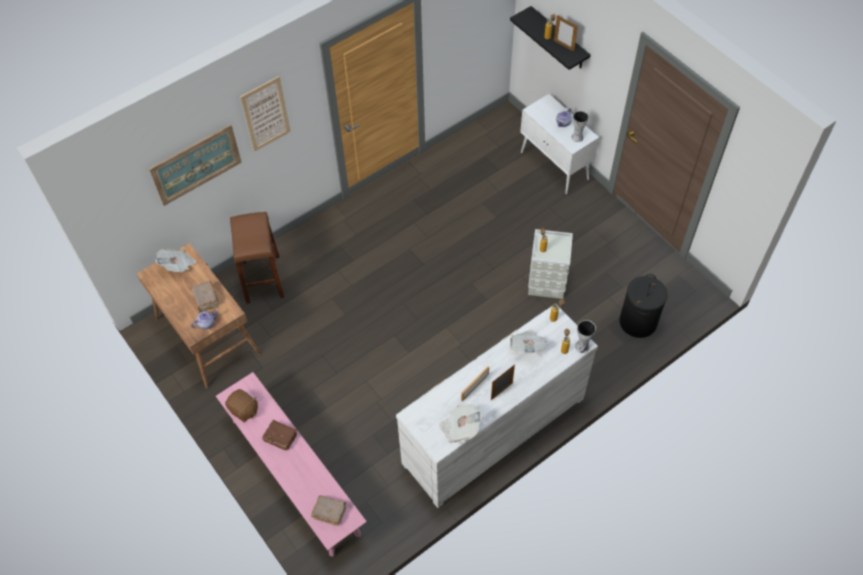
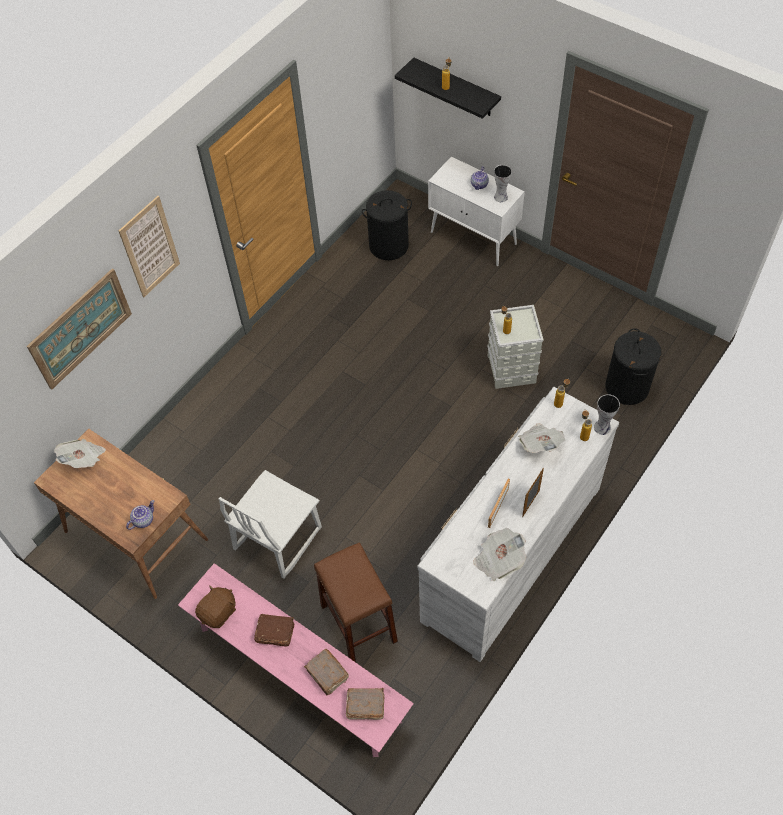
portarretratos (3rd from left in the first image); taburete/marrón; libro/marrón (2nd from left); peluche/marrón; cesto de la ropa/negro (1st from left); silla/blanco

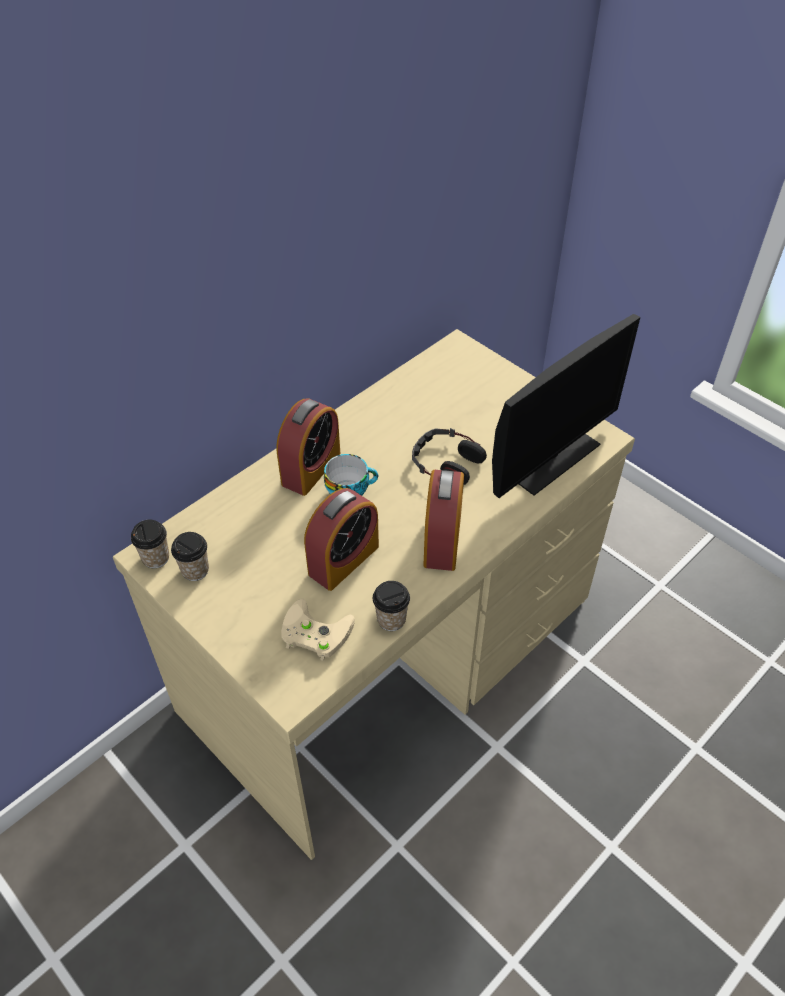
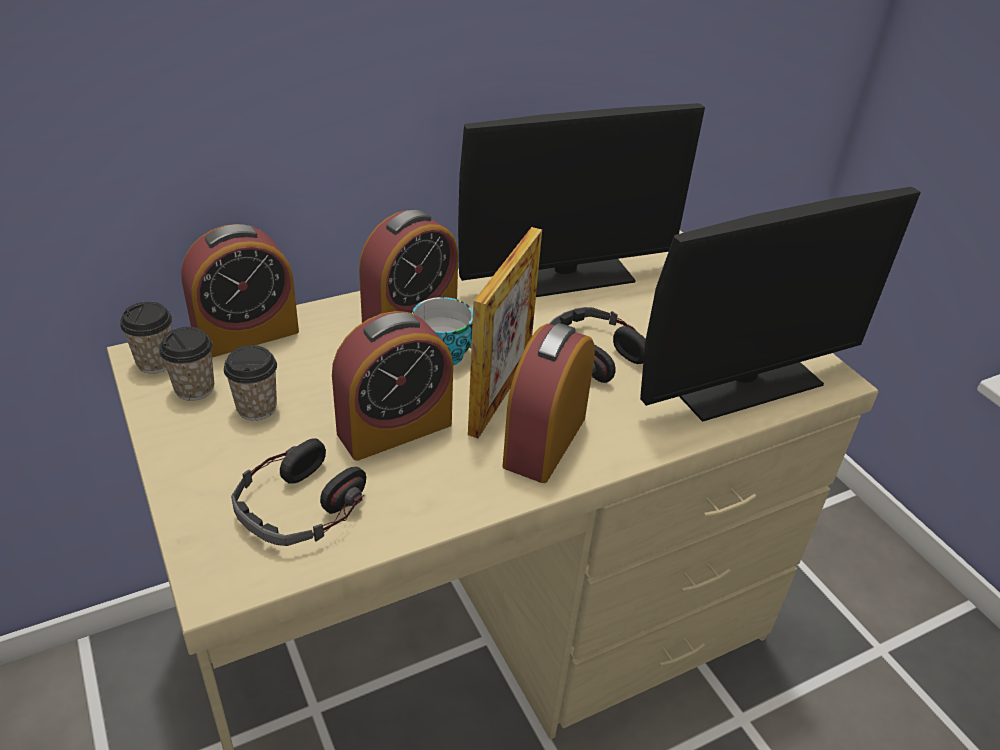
taza (3rd from left); auriculares (1st from left); monitor (1st from left); despertador (1st from left); portarretratos

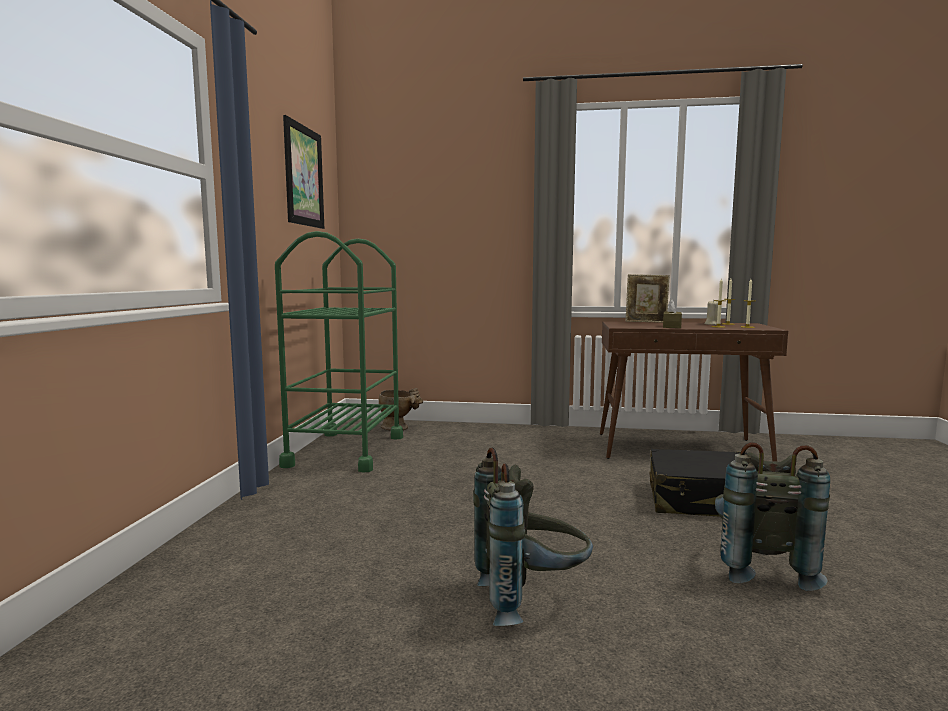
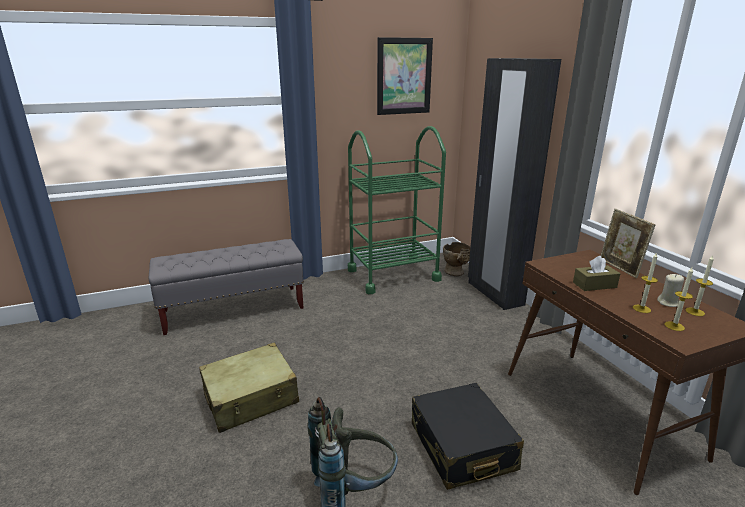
maleta/beis; armario ropero/negro; banco/gris

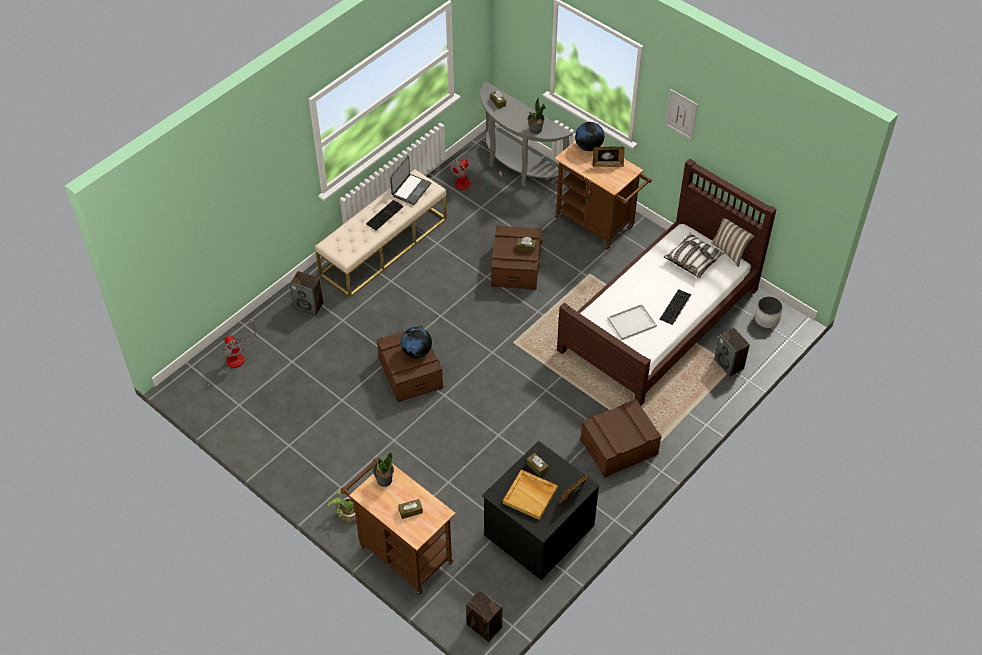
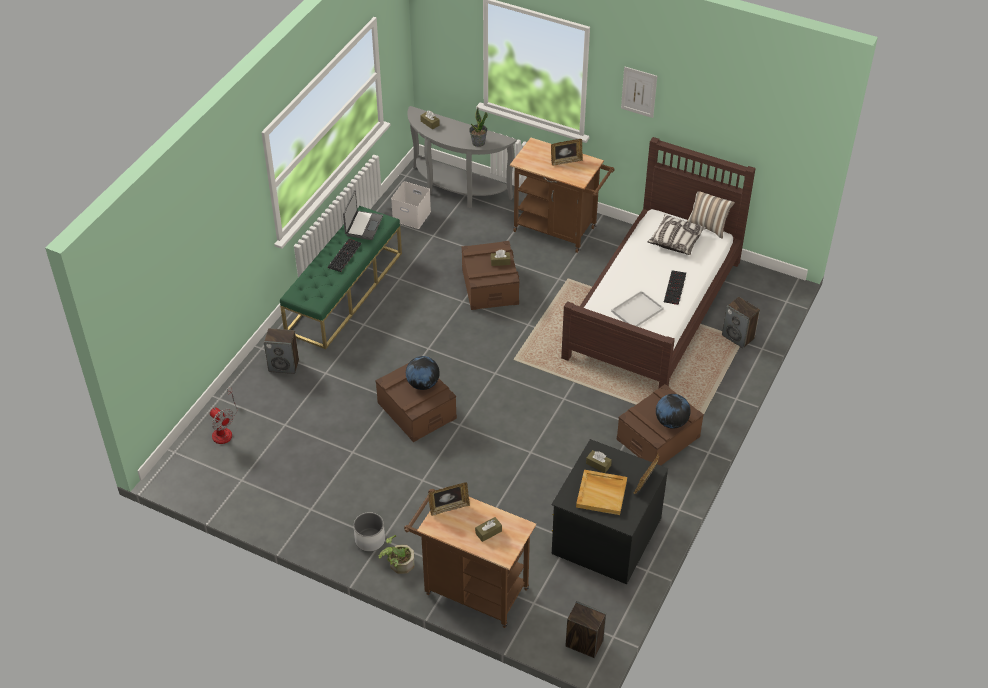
globo terráqueo (2nd from left); caja de almacenaje/blanco; banco/verde; maceta/blanco; portarretratos (1st from left)

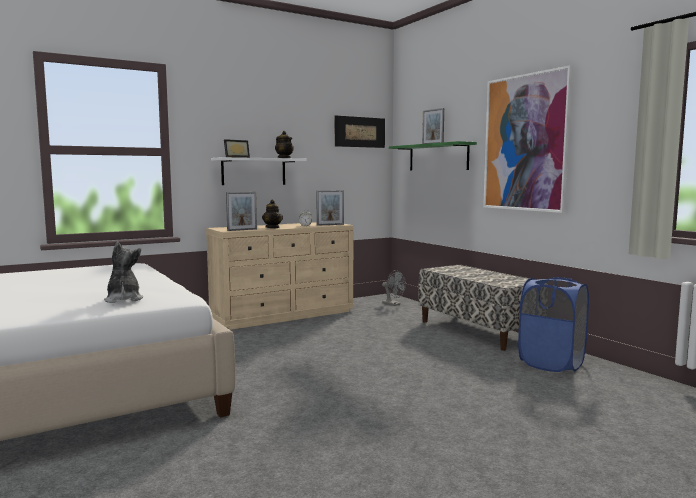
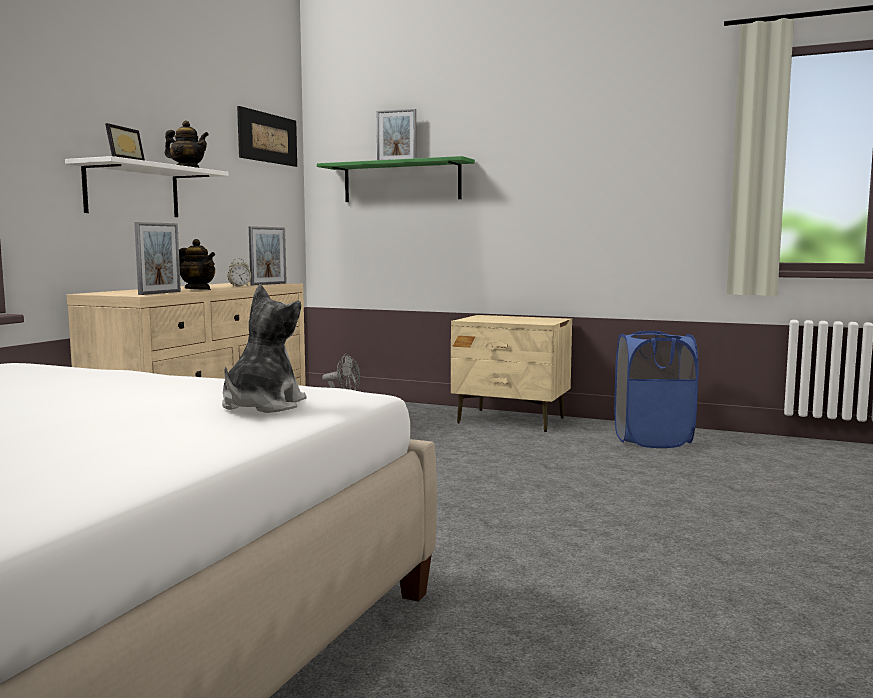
cuadro (2nd from left in the first image); peluche; mesita de noche/beis

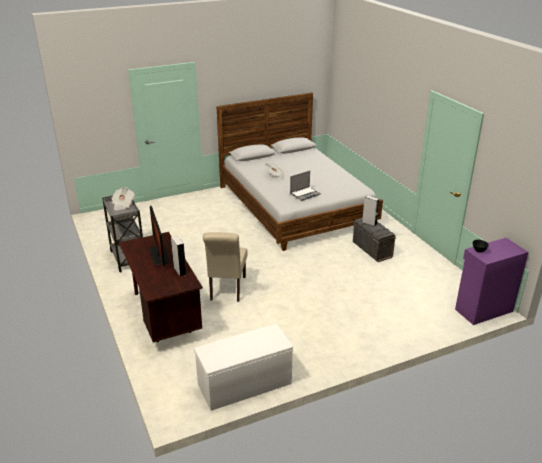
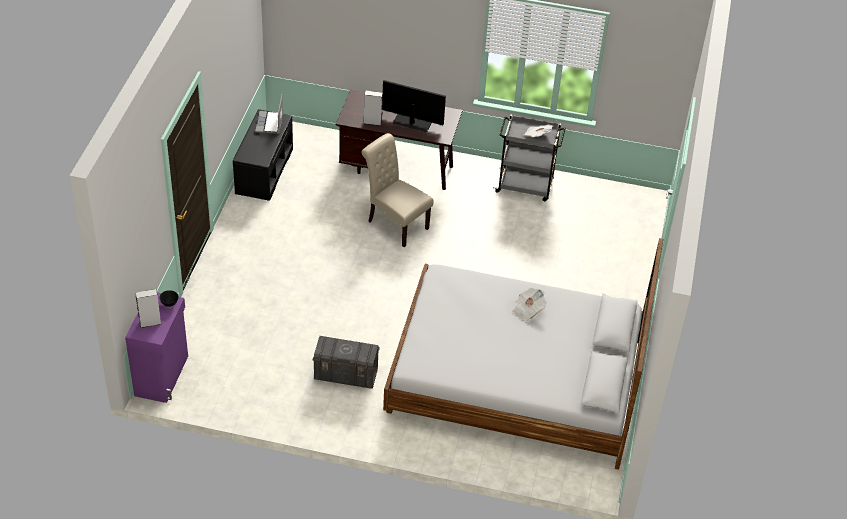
portátil; altavoz/gris (1st from left); banco/negro

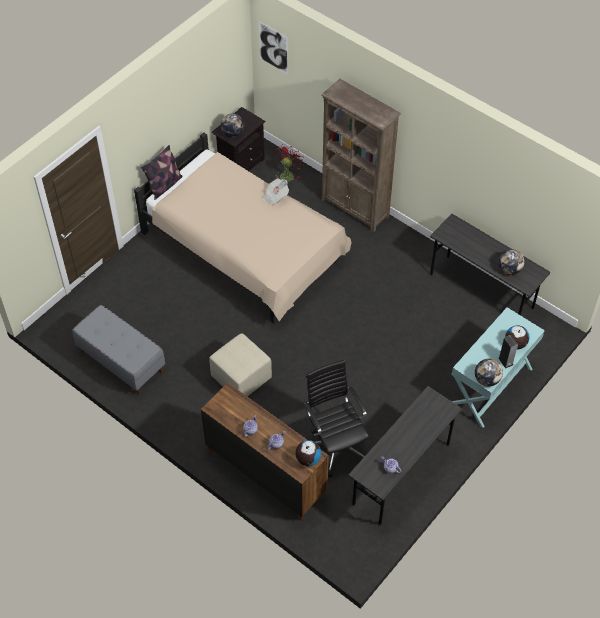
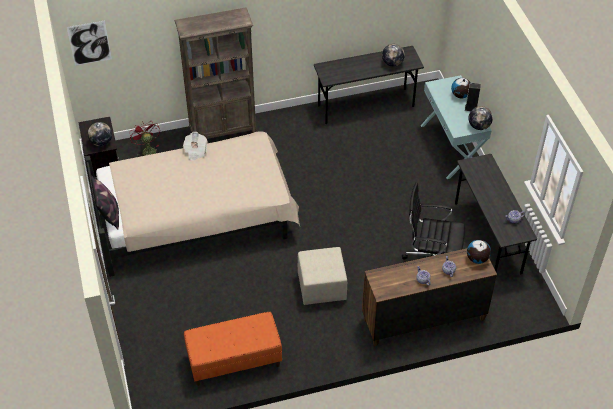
banco/naranja

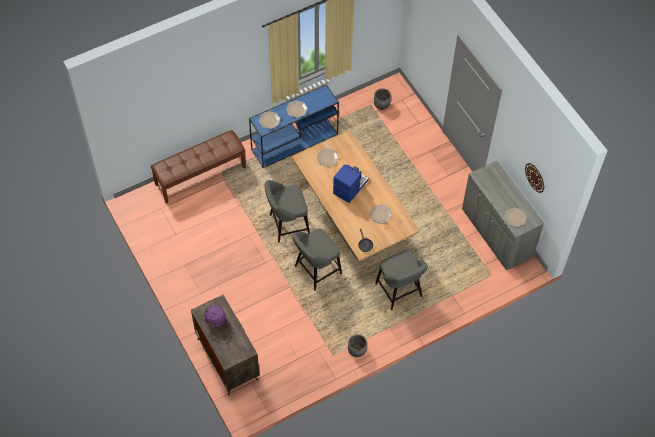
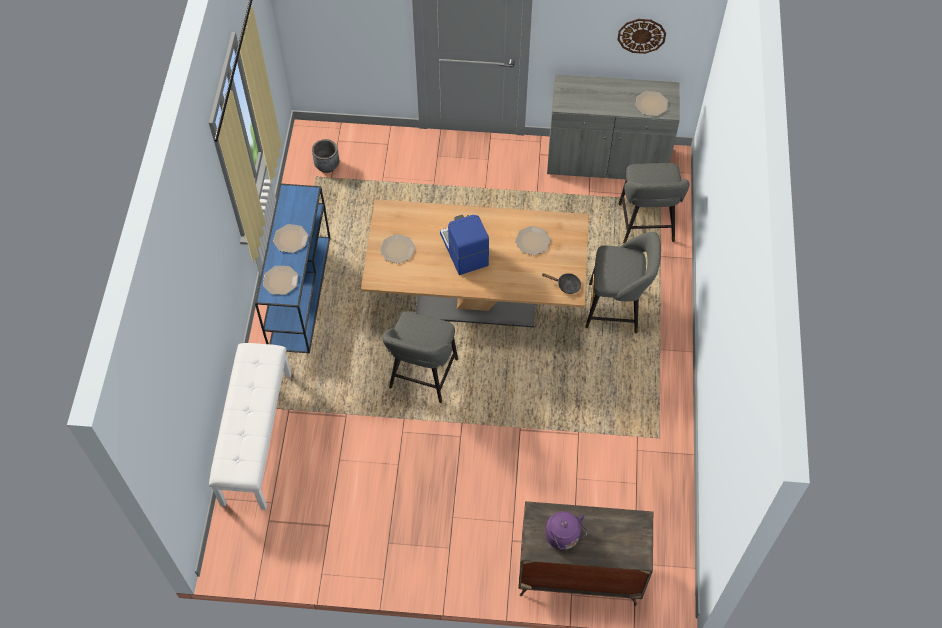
banco/blanco; taburete/gris (3rd from left); maceta/gris (1st from left in the first image)

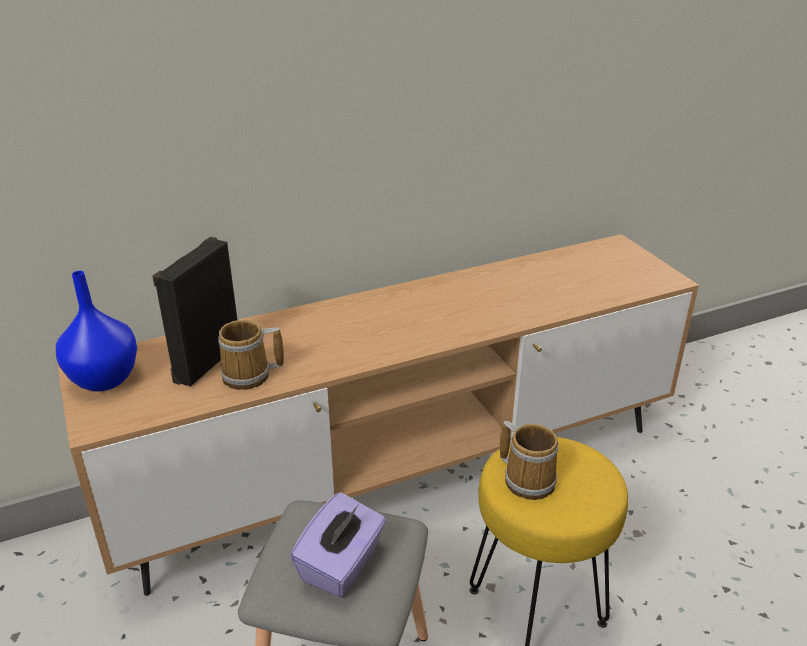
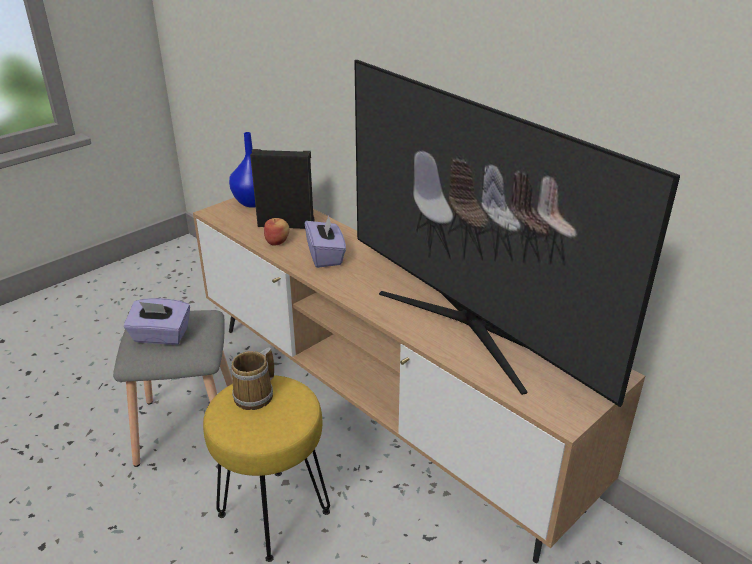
manzana; televisor; caja de pañuelos/morado (2nd from left)

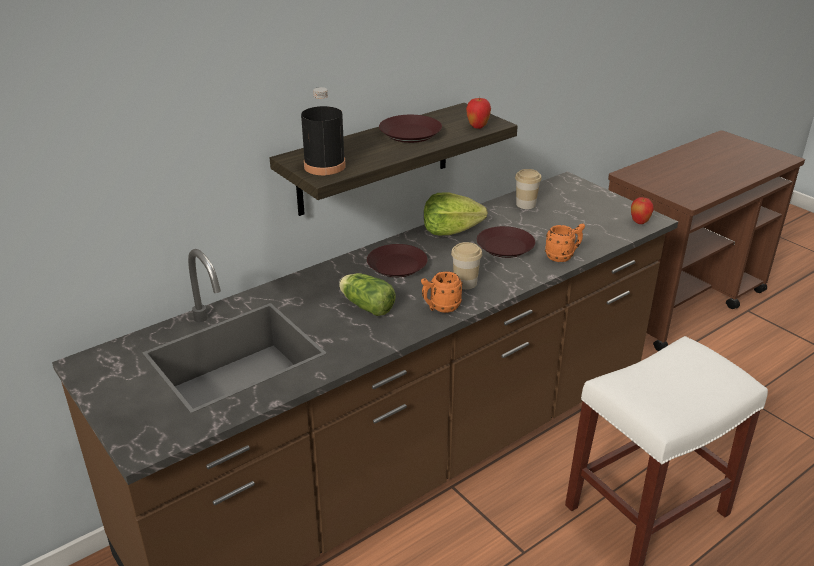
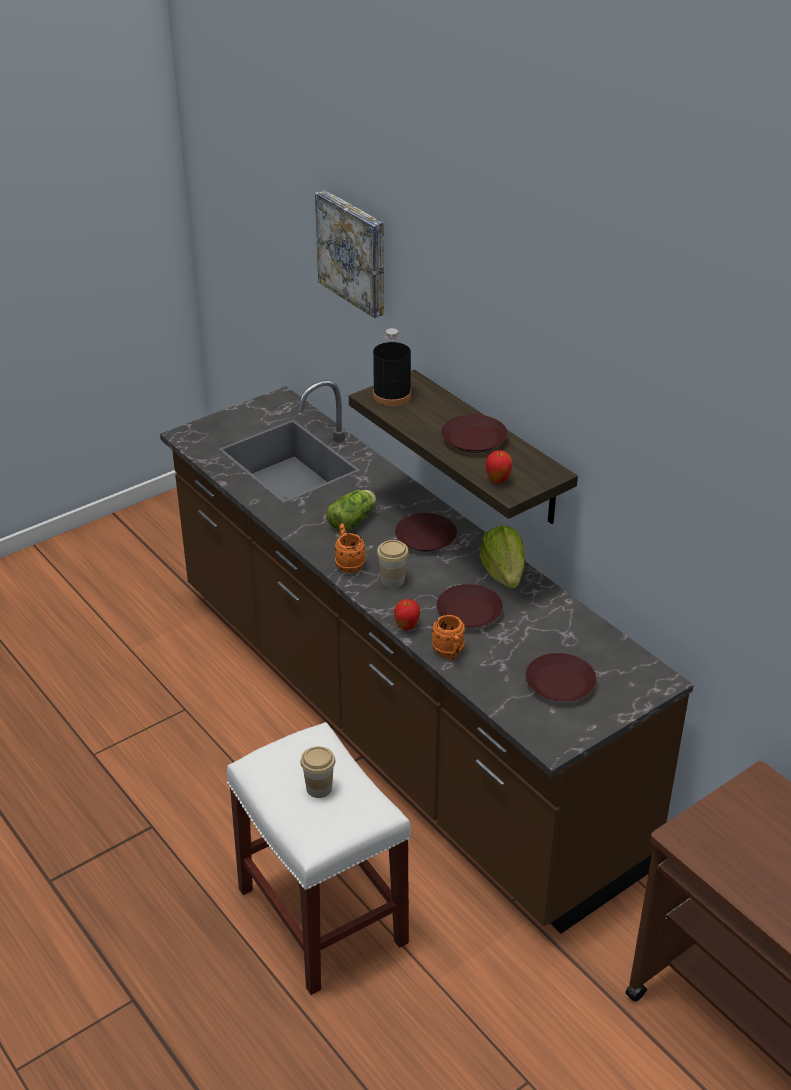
taza (1st from left); manzana (1st from left); cuadro; plato/marrón (4th from left)

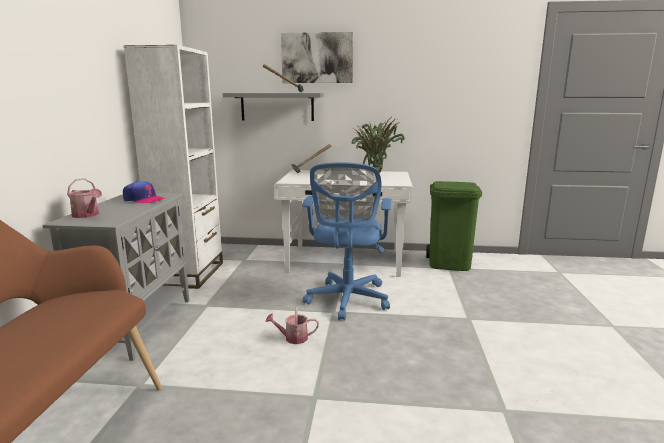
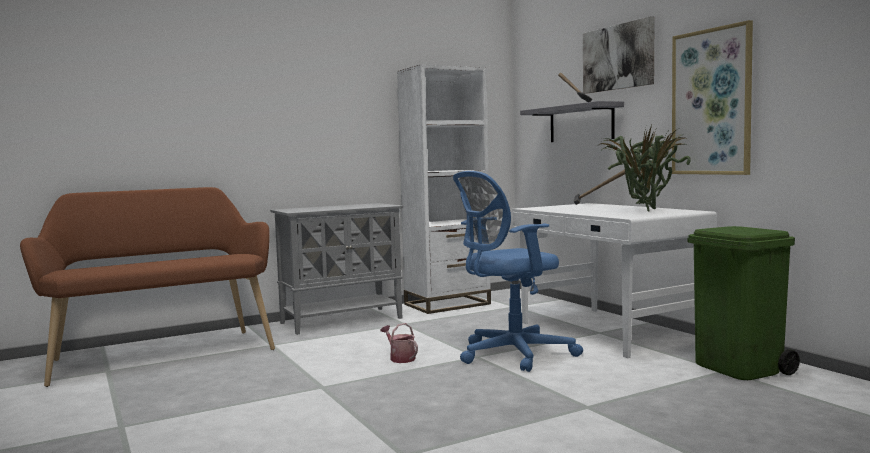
regadera (1st from left in the first image); gorra; cuadro (2nd from left)

